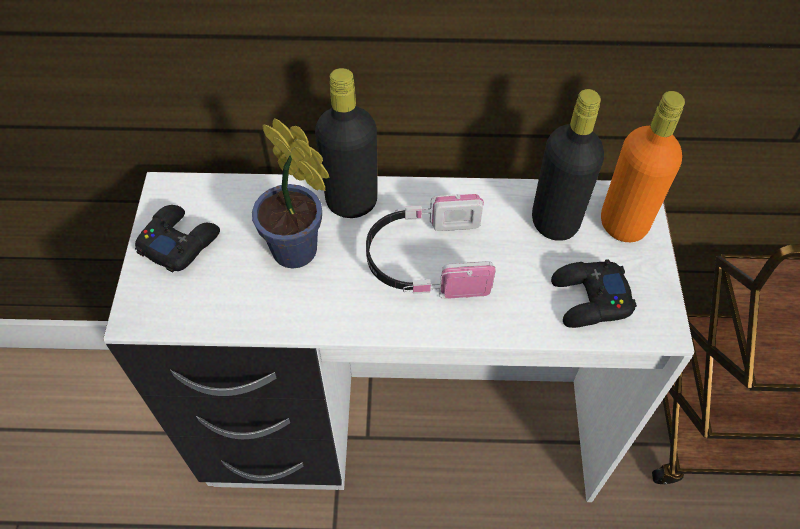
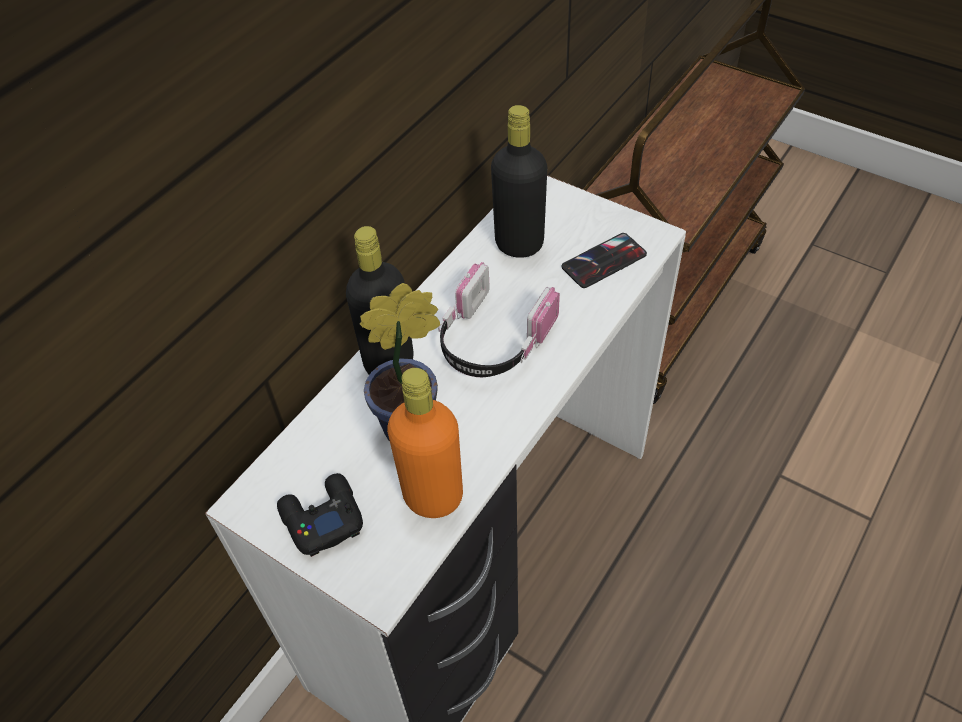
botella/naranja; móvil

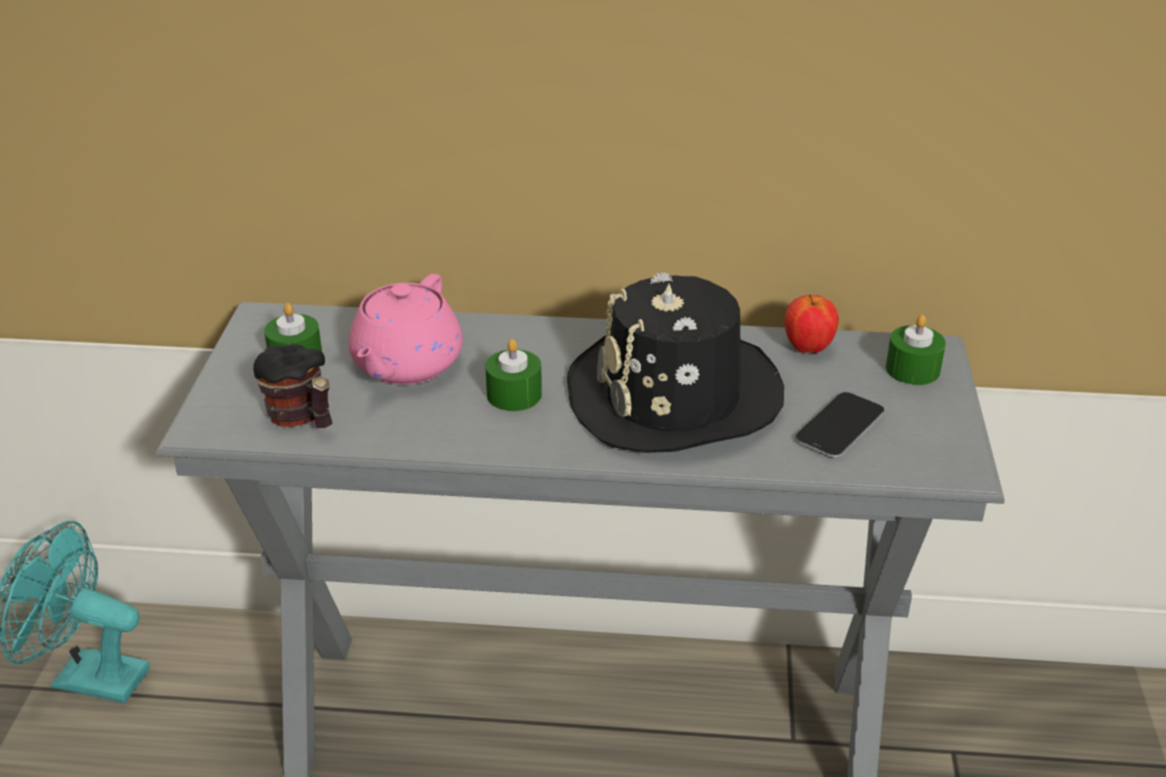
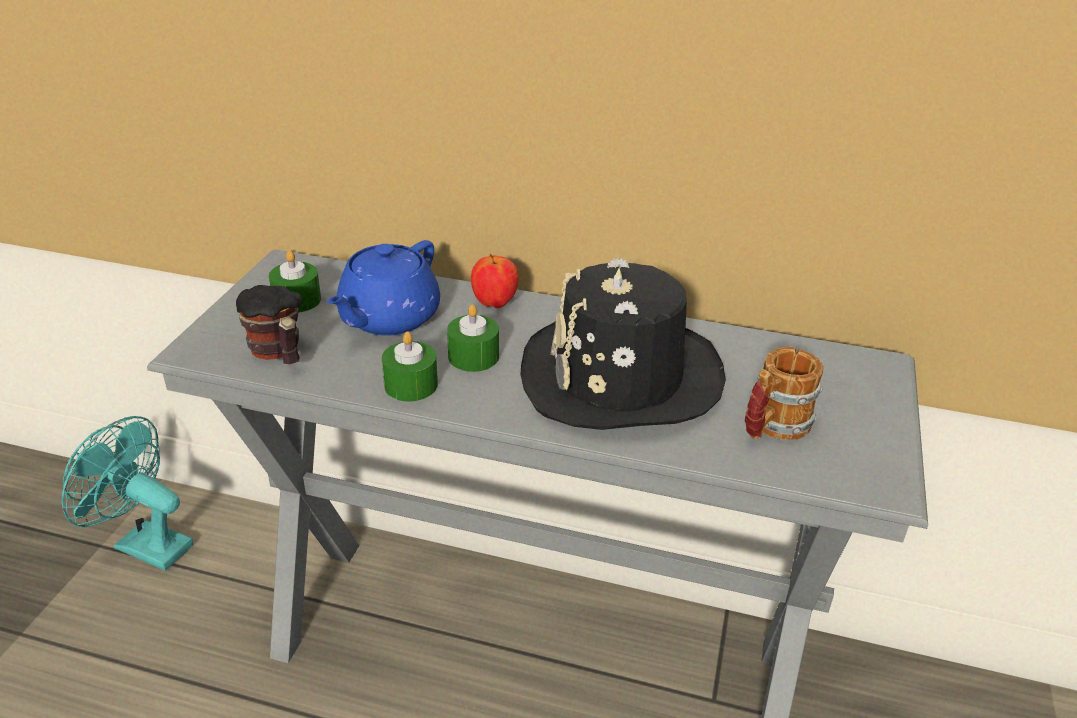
tetera/azul; manzana; vela/verde (2nd from left); taza grande (2nd from left)

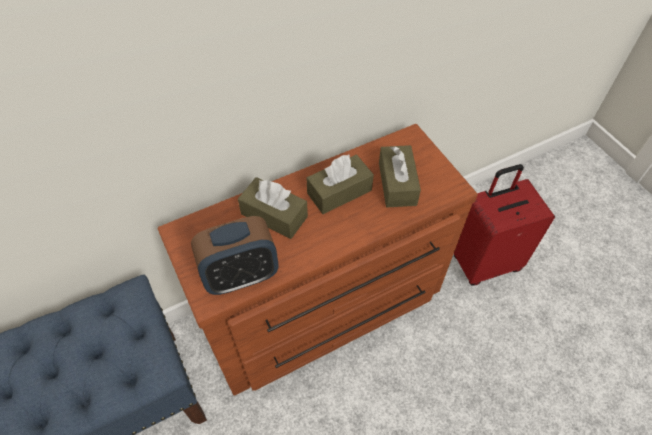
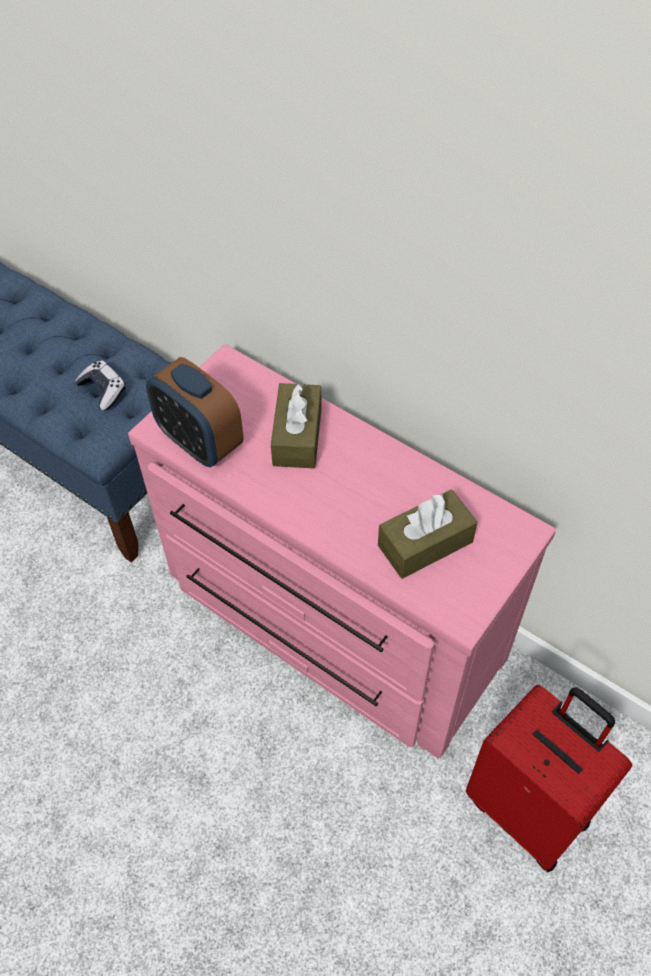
cómoda/rosa; caja de pañuelos/marrón (2nd from left in the first image); mando de consola

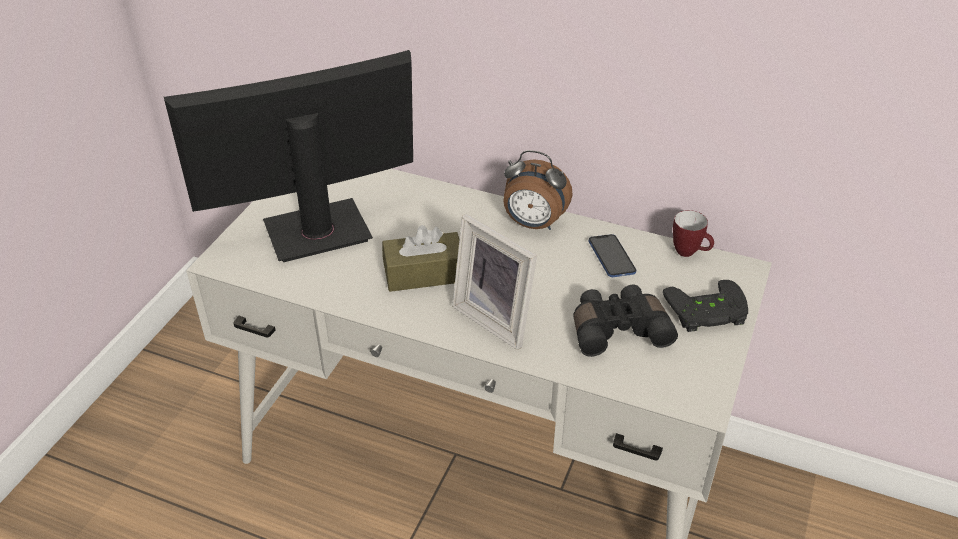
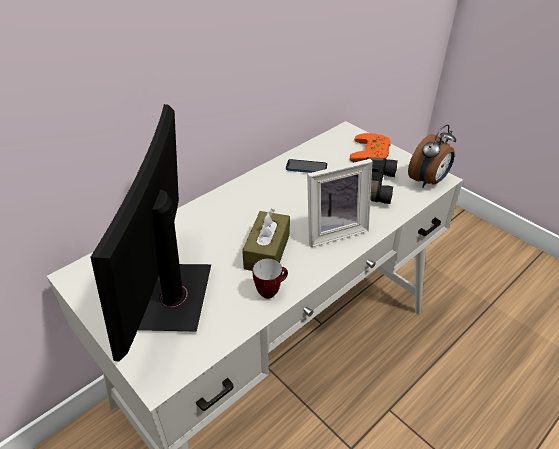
despertador; taza grande; mando de consola/naranja

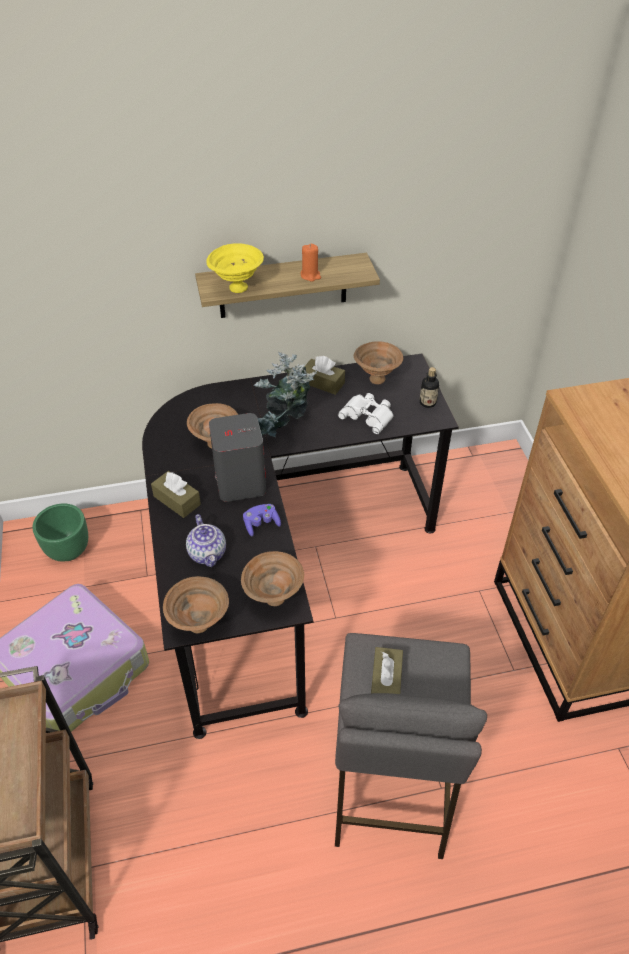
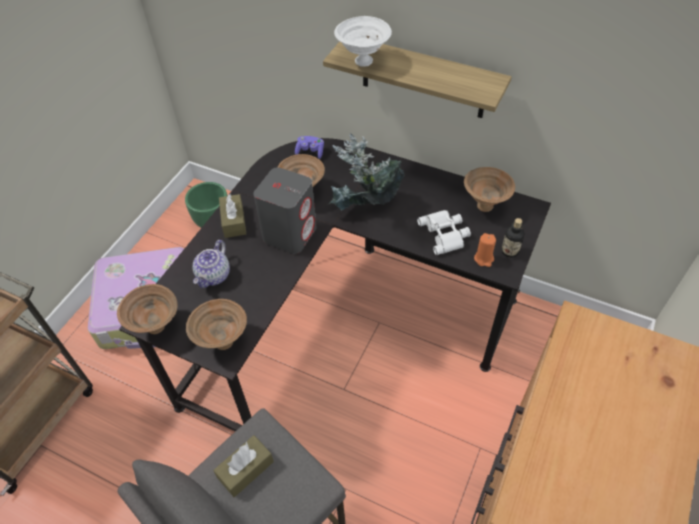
cuenco/blanco; vela/naranja; caja de pañuelos/marrón (2nd from left in the first image); mando de consola/morado

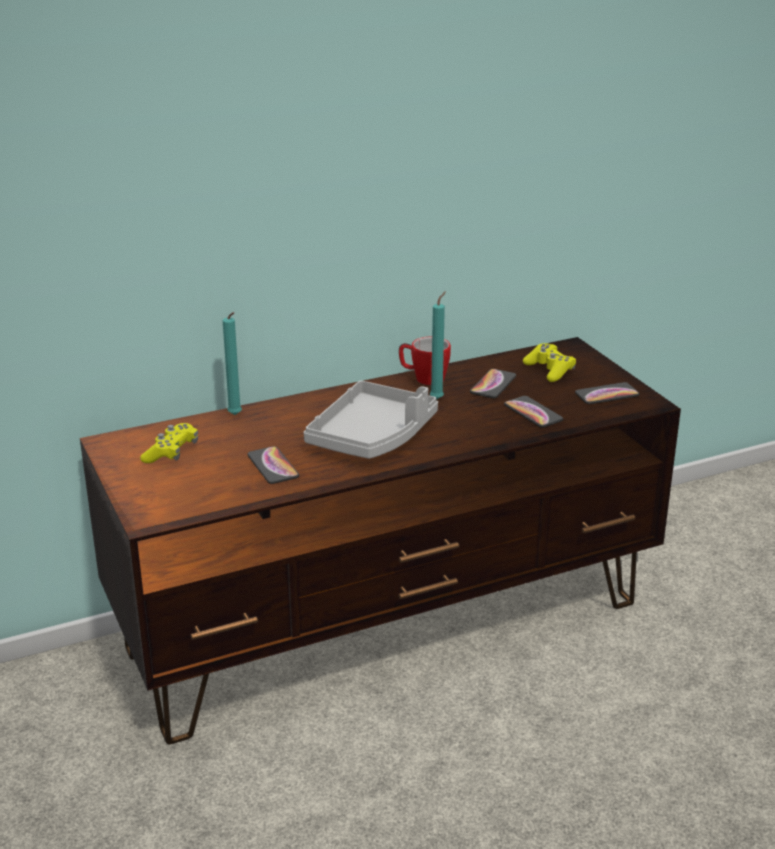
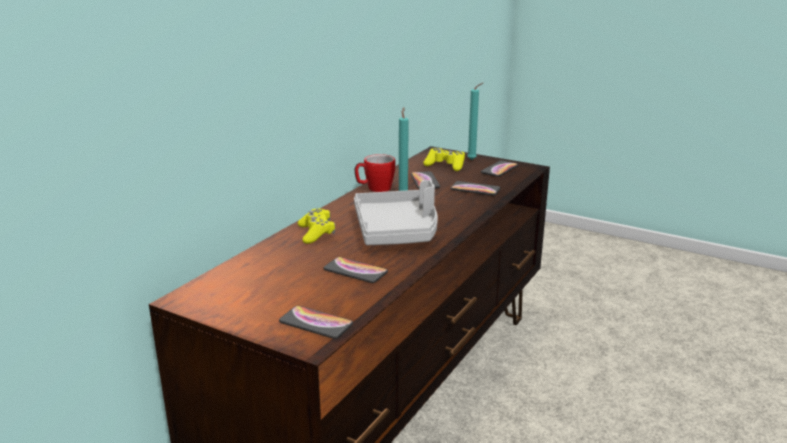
vela/turquesa (2nd from left); mando de consola/amarillo (1st from left); móvil (1st from left)

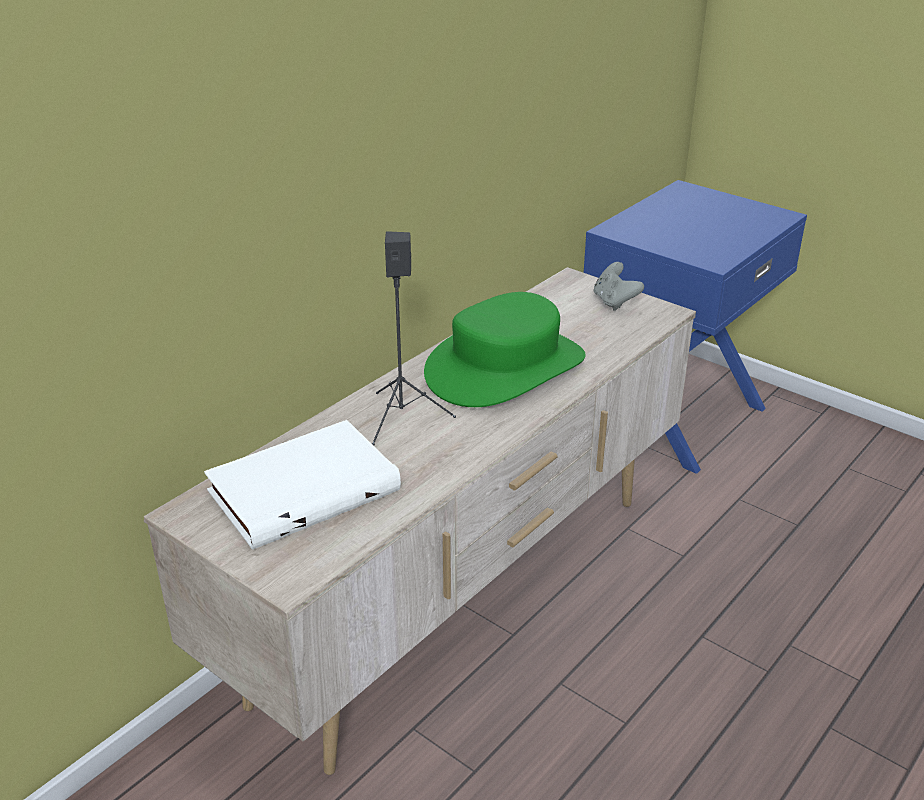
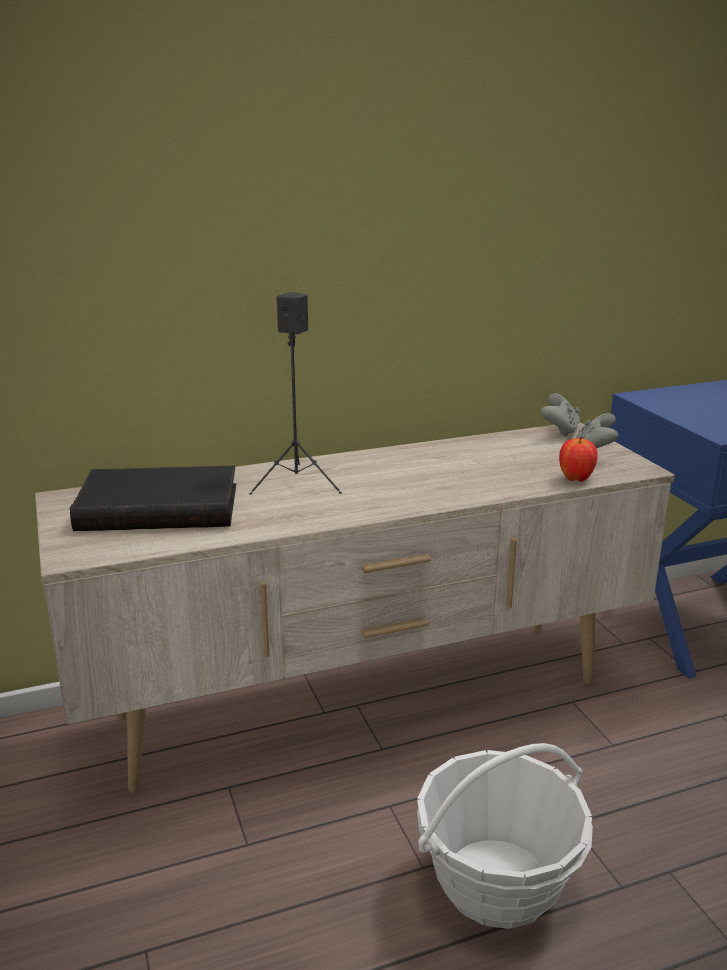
sombrero/verde; libro/negro; mando de consola/gris (1st from left); manzana; cesta

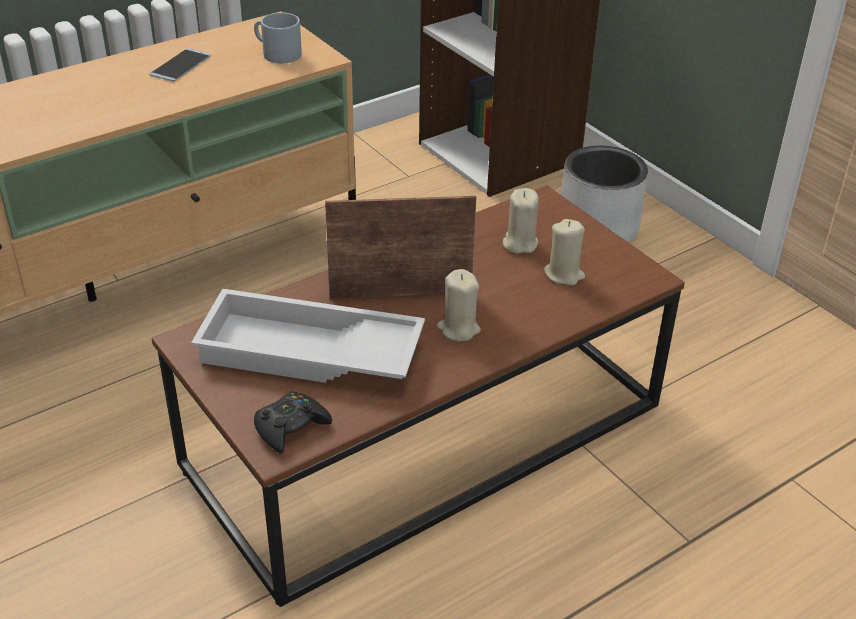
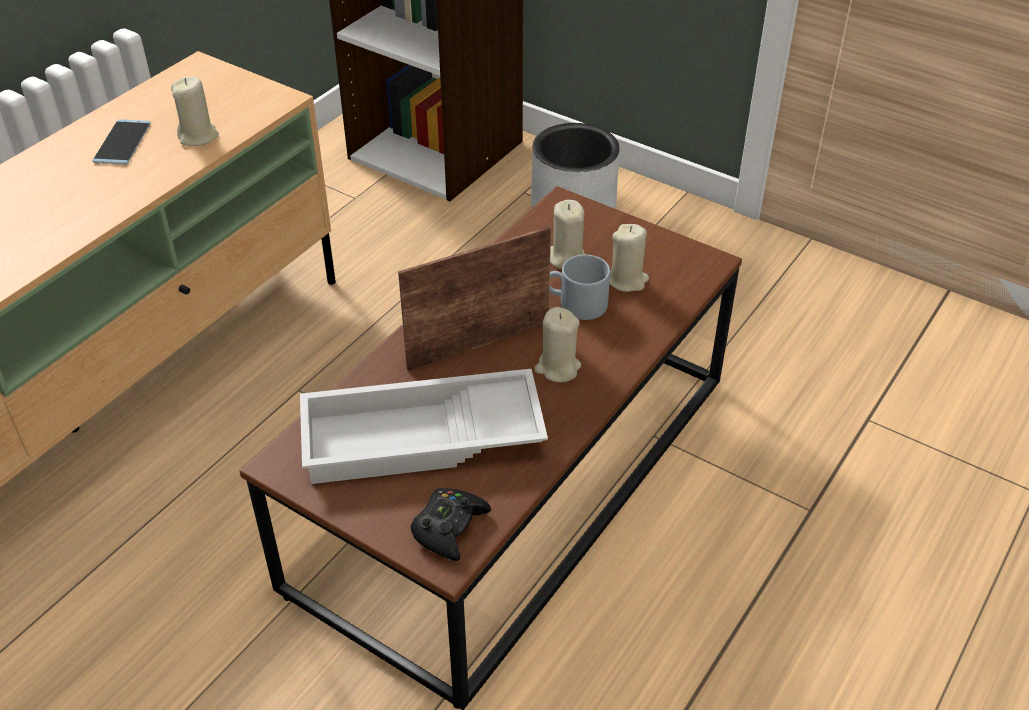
taza grande/gris; vela/beis (1st from left)

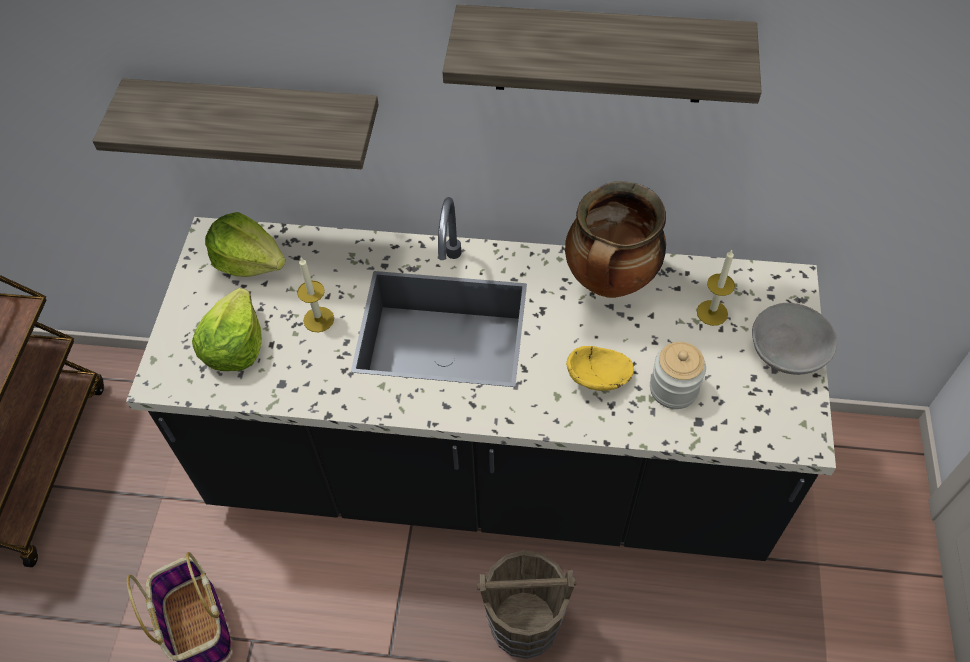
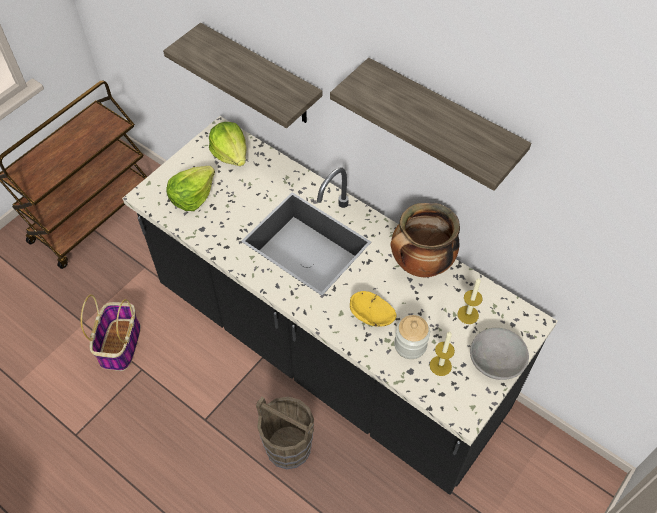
vela (1st from left)

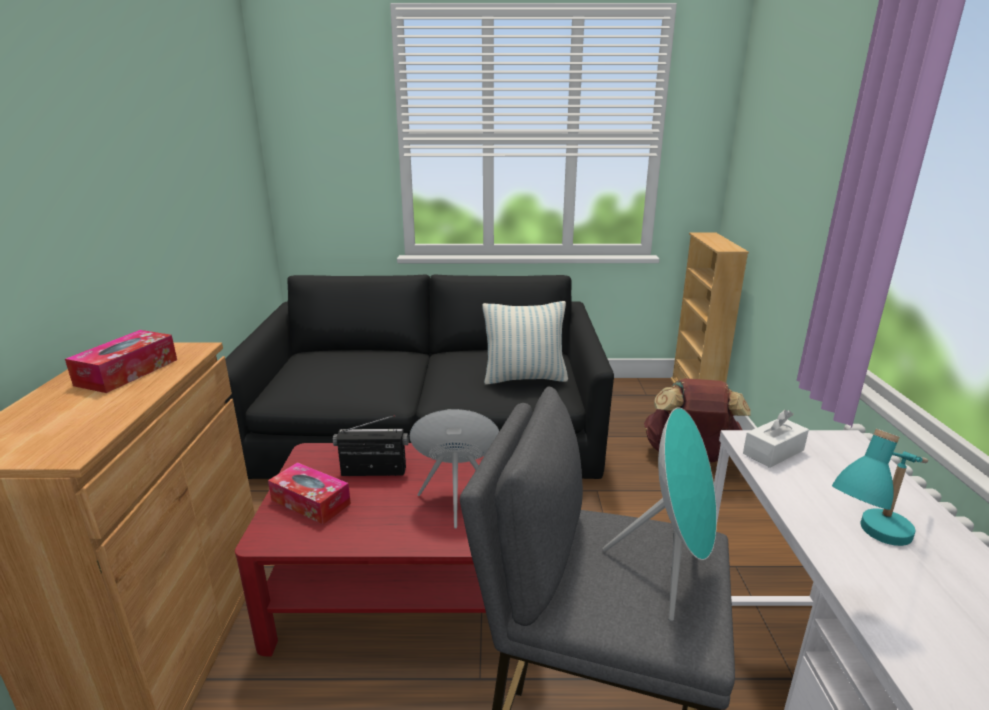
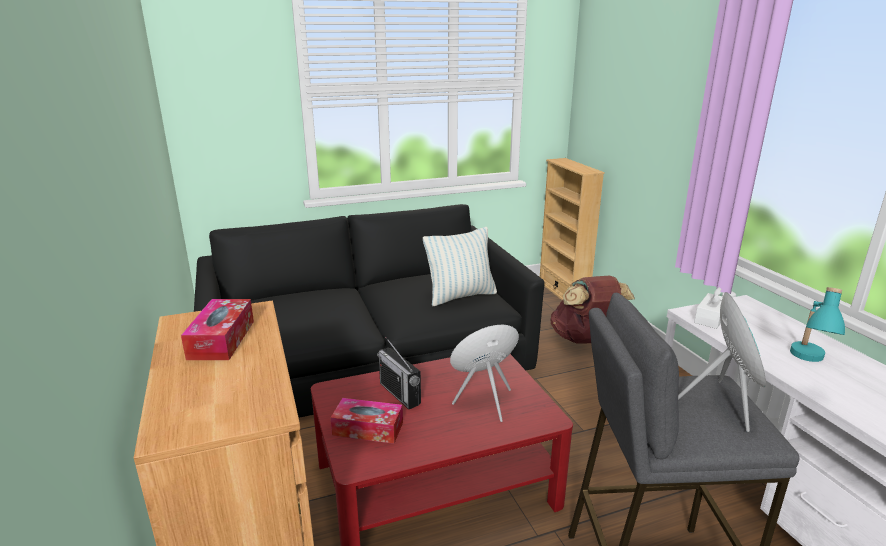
radio

